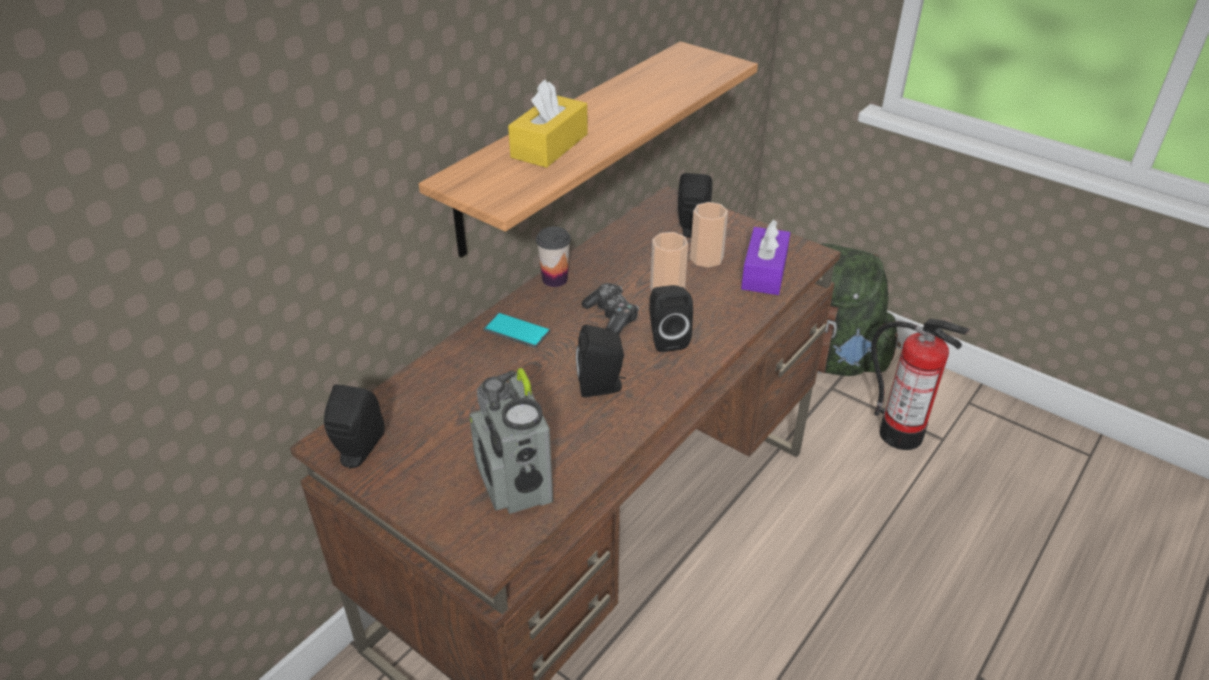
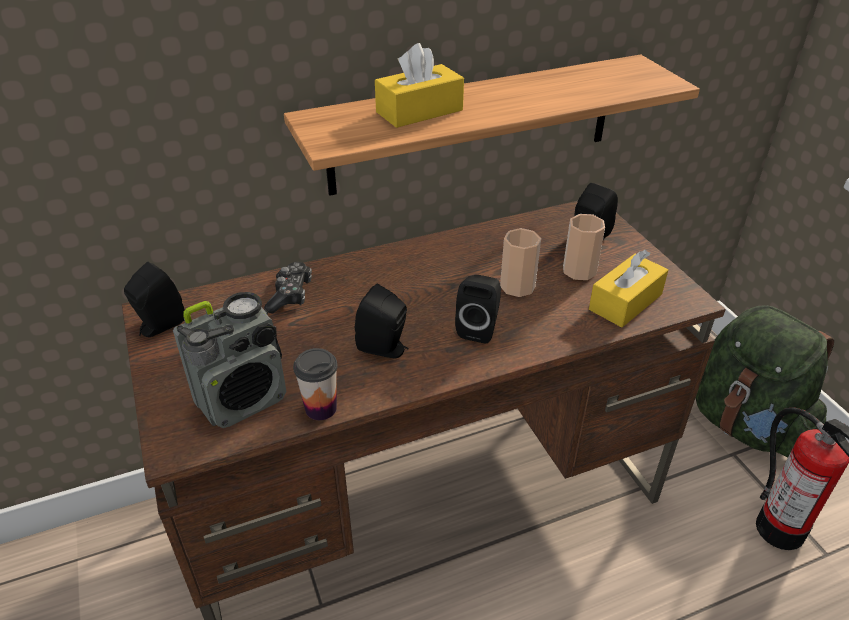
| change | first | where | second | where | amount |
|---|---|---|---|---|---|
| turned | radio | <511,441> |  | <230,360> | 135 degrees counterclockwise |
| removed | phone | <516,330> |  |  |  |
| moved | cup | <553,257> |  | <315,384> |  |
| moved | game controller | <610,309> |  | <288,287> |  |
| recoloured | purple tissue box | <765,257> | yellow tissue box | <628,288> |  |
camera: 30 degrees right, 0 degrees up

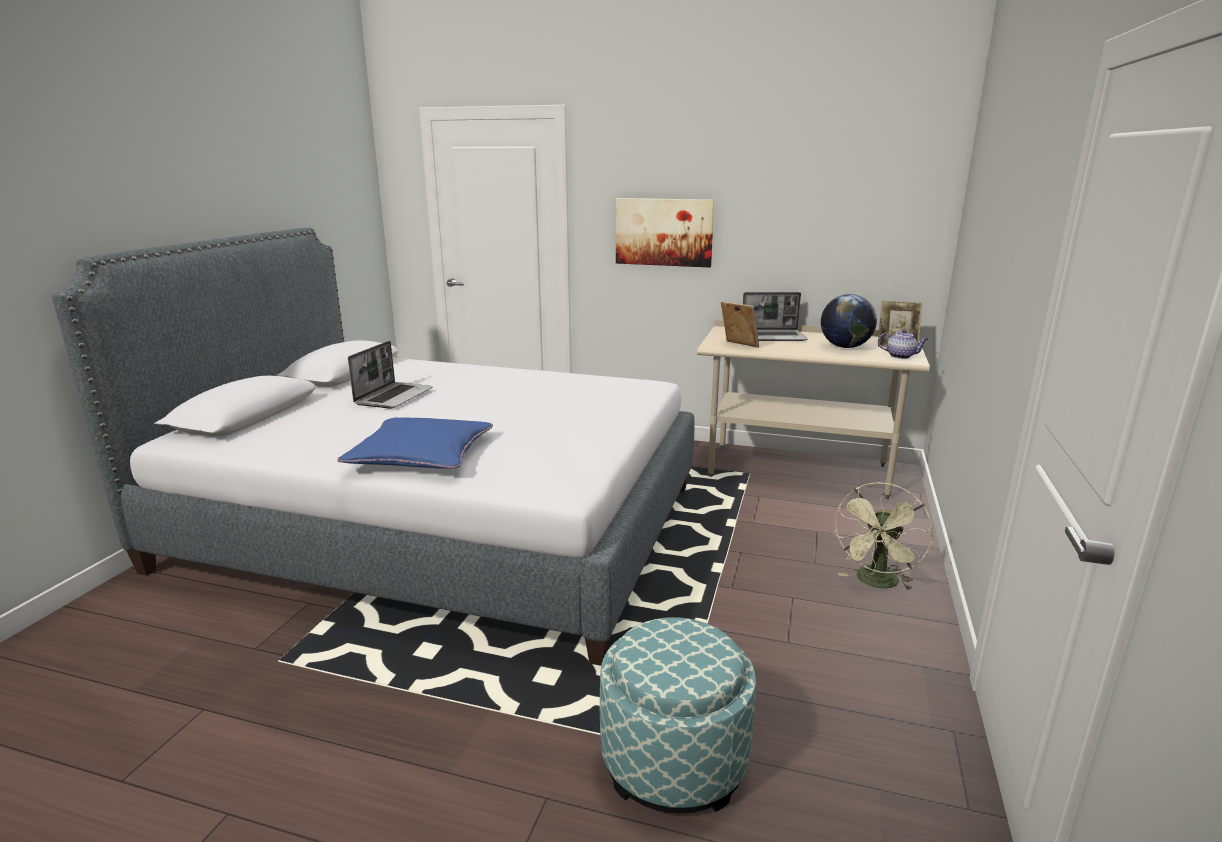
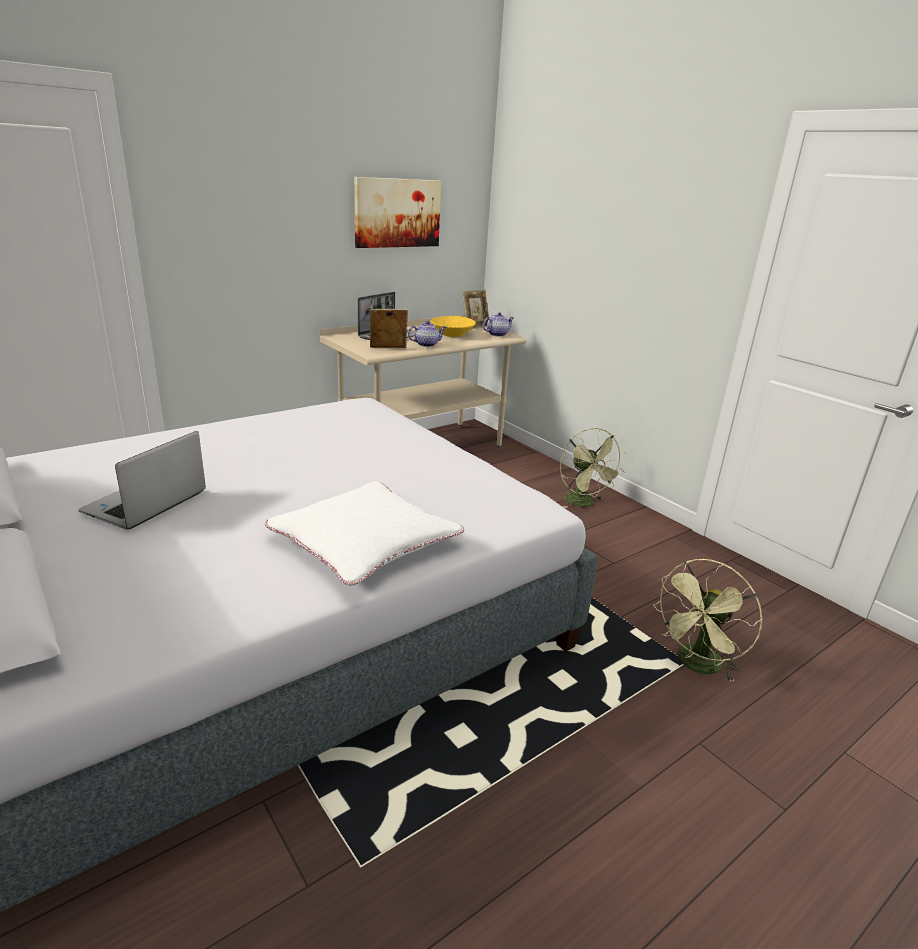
| change | first | where | second | where | amount |
|---|---|---|---|---|---|
| recoloured | blue pillow | <415,443> | white pillow | <364,534> |  |
| turned | laptop | <390,375> |  | <142,480> | 120 degrees counterclockwise |
| replaced | ottoman | <678,715> | green fan | <707,620> |  |
| moved | picture | <665,233> |  | <397,212> |  |
| replaced | globe | <849,321> | yellow bowl | <453,326> |  |
| added |  |  | teapot | <427,334> |  |
camera: 55 degrees left, 5 degrees up

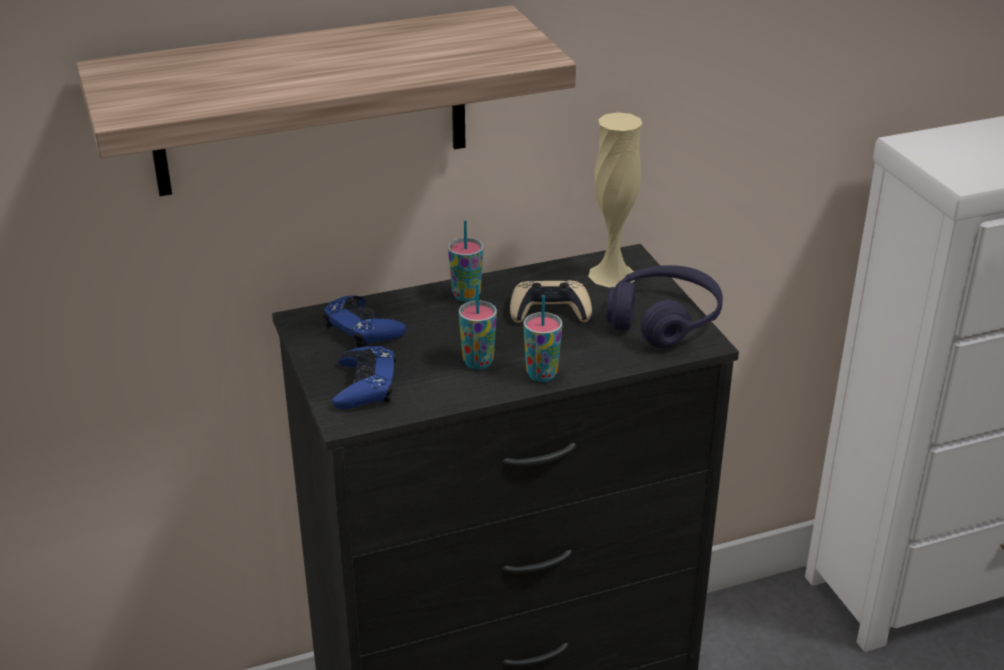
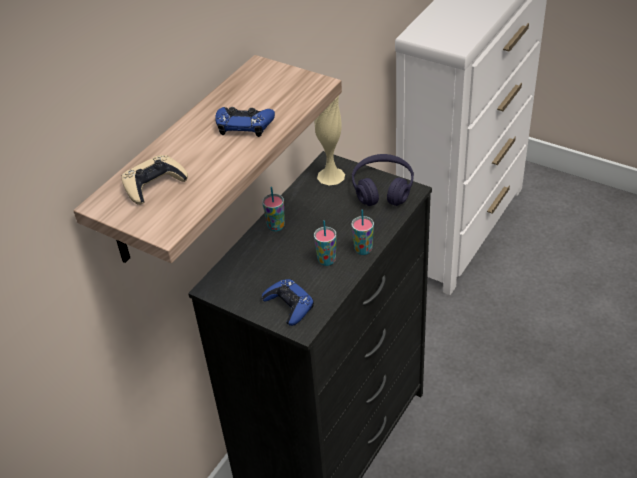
| change | first | where | second | where | amount |
|---|---|---|---|---|---|
| moved | blue game controller | <365,322> |  | <245,122> |  |
| moved | beige game controller | <551,301> |  | <154,180> |  |
camera: 35 degrees left, 10 degrees up

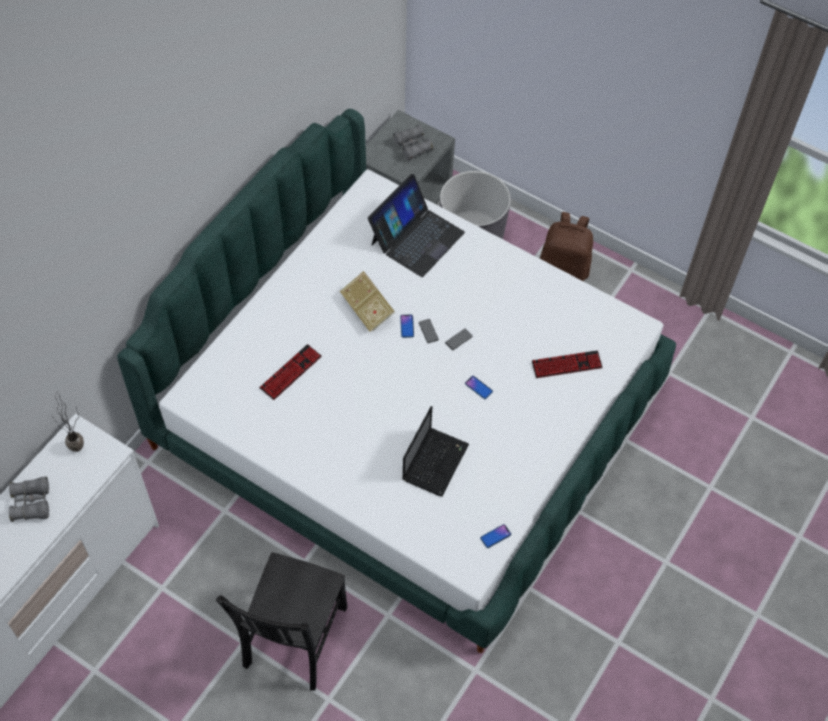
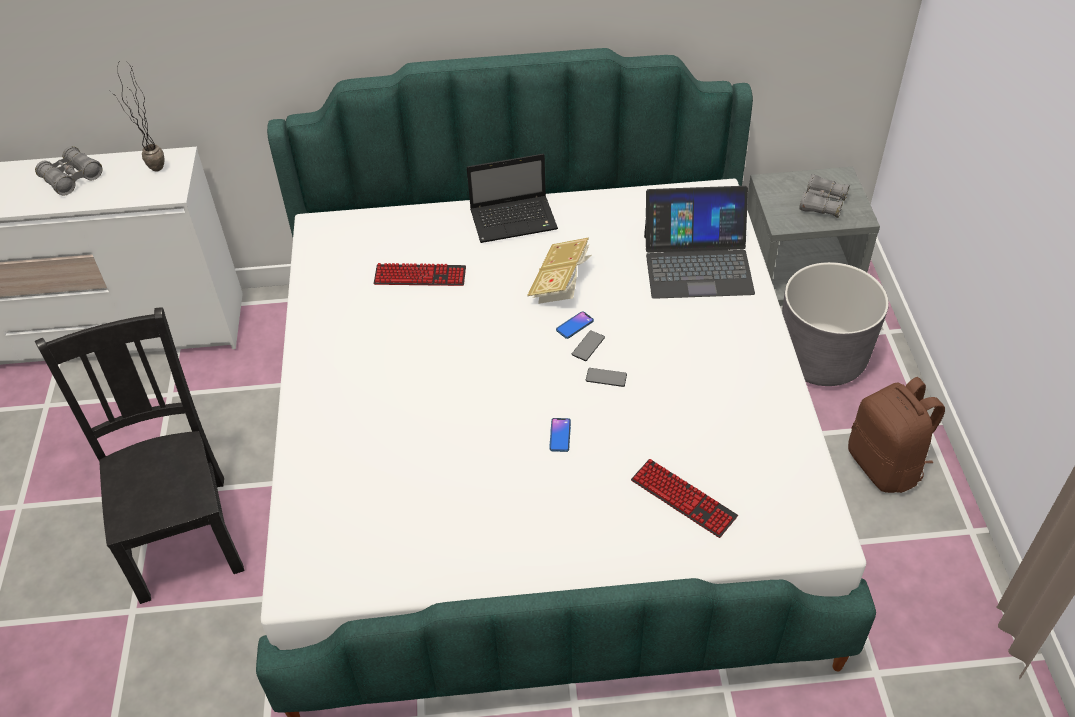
| change | first | where | second | where | amount |
|---|---|---|---|---|---|
| turned | black chair | <281,621> |  | <139,455> | 90 degrees clockwise |
| moved | laptop | <435,451> |  | <512,198> |  |
| removed | phone | <495,536> |  |  |  |
camera: 55 degrees right, 10 degrees down

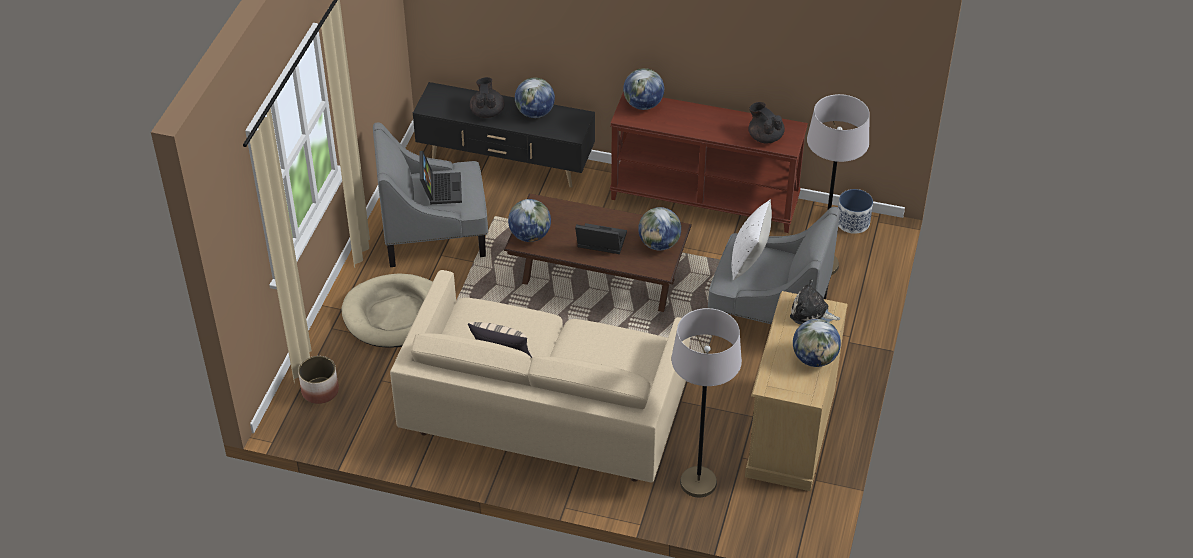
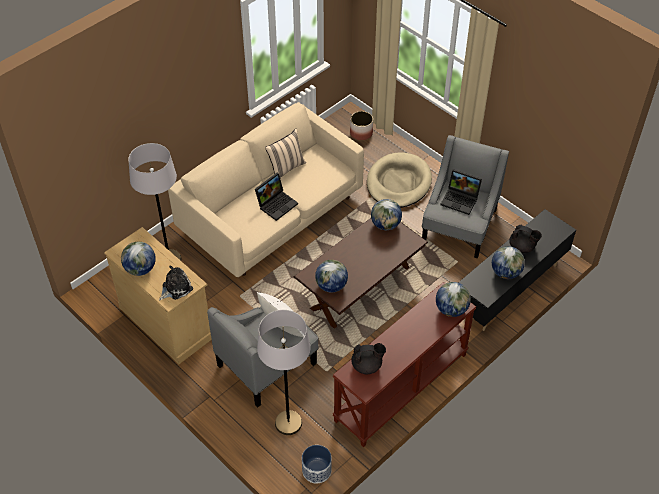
| change | first | where | second | where | amount |
|---|---|---|---|---|---|
| moved | laptop | <601,238> |  | <276,197> |  |
camera: 120 degrees right, 5 degrees up

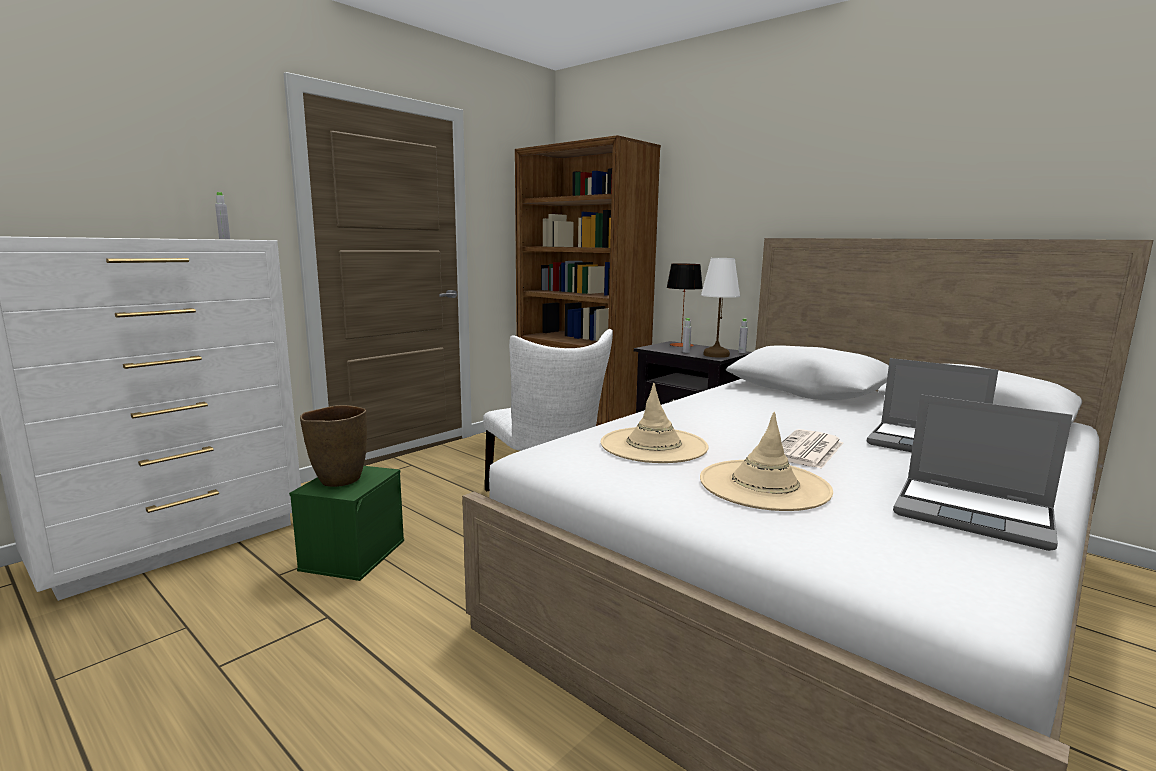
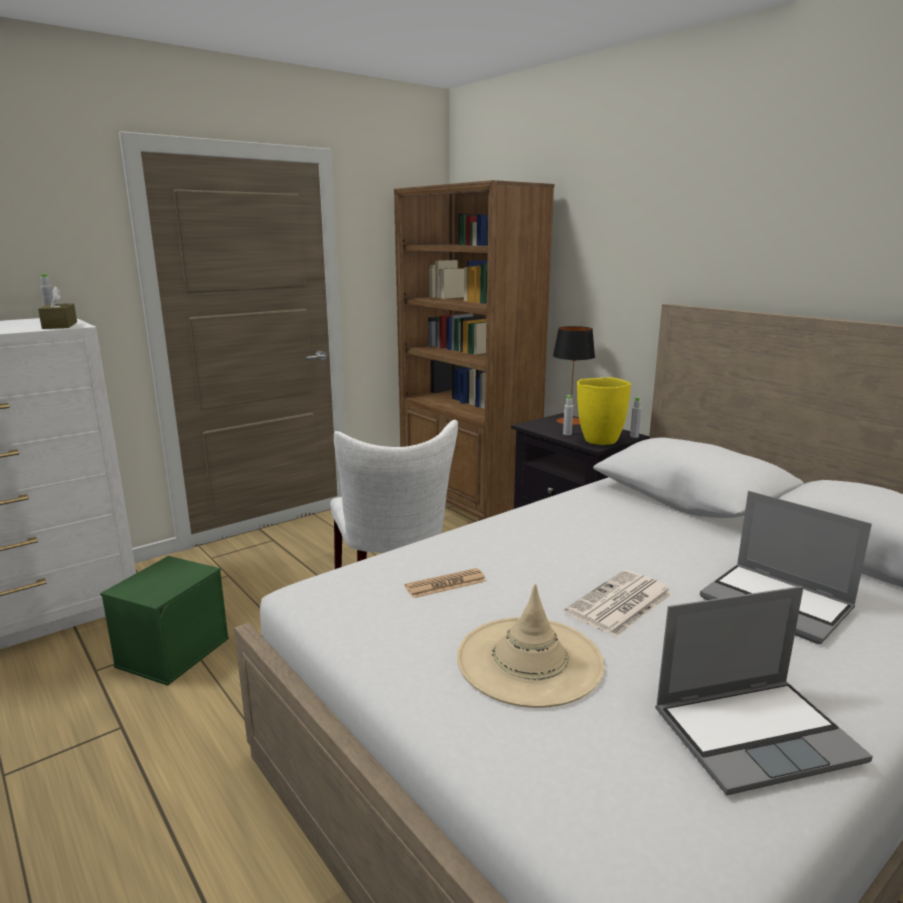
| change | first | where | second | where | amount |
|---|---|---|---|---|---|
| removed | brown vase | <333,446> |  |  |  |
| replaced | beige hat | <655,423> | newspaper | <445,583> |  |
| replaced | white table lamp | <720,308> | yellow vase | <604,411> |  |
| turned | laptop | <983,472> |  | <764,691> | 60 degrees counterclockwise |
| added |  |  | brown tissue box | <57,307> |  |
camera: 10 degrees right, 5 degrees up

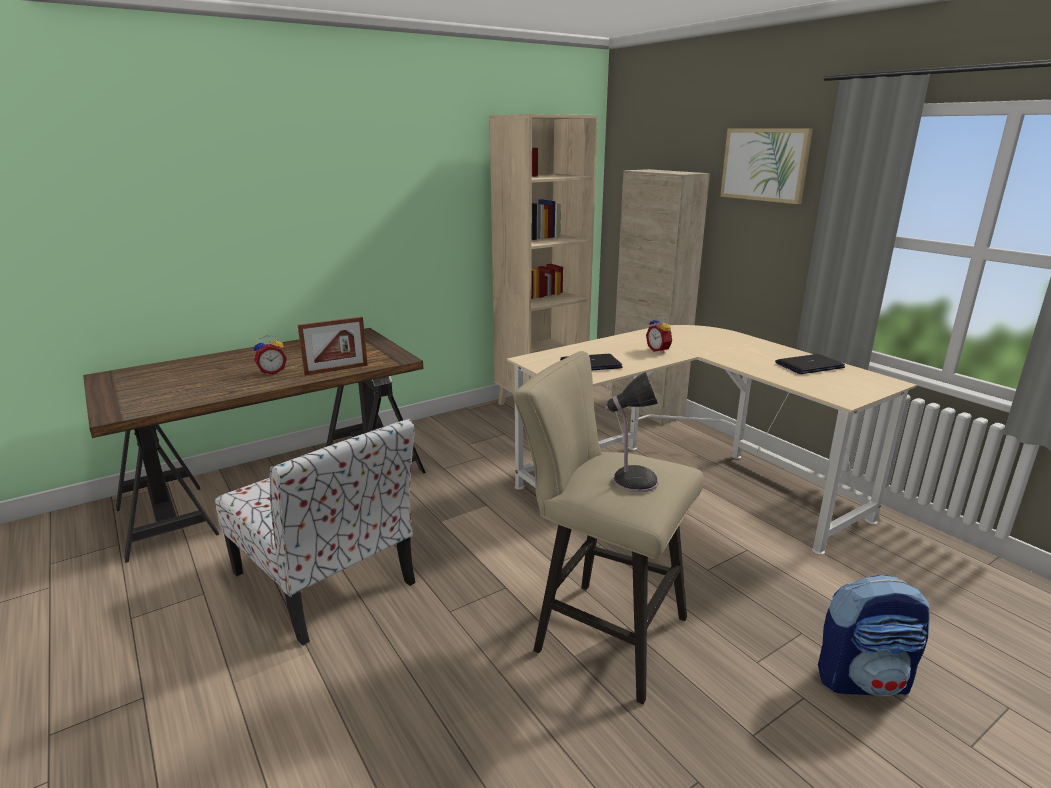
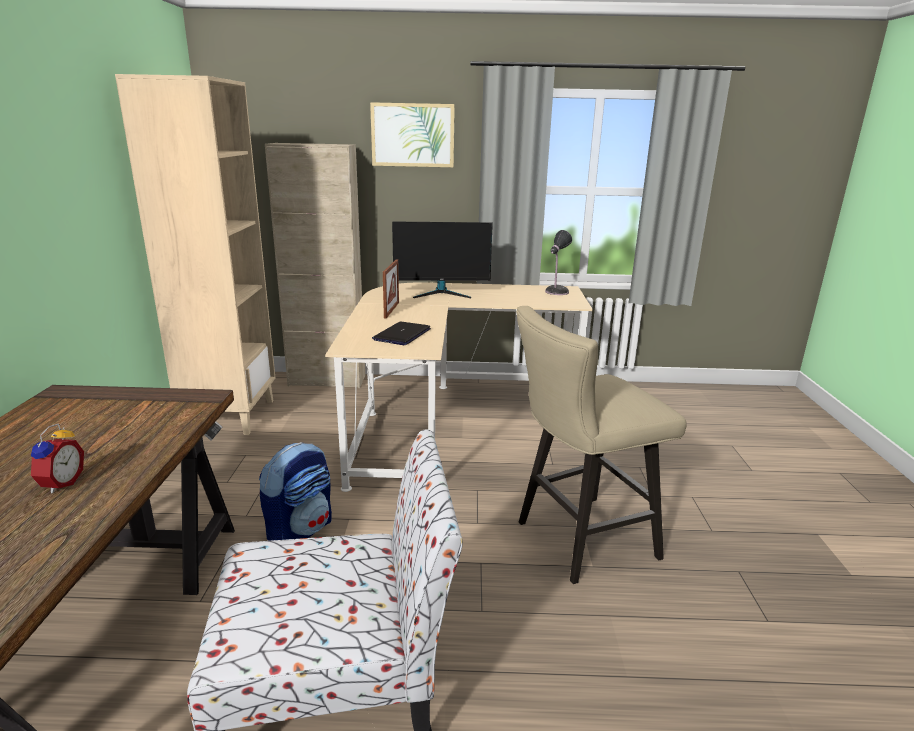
| change | first | where | second | where | amount |
|---|---|---|---|---|---|
| moved | picture frame | <333,346> |  | <391,289> |  |
| moved | table lamp | <631,432> |  | <558,262> |  |
| removed | alarm clock | <659,334> |  |  |  |
| removed | laptop | <810,364> |  |  |  |
| moved | backpack | <874,636> |  | <295,491> |  |
| added |  |  | monitor | <442,259> |  |
camera: 55 degrees left, 0 degrees up

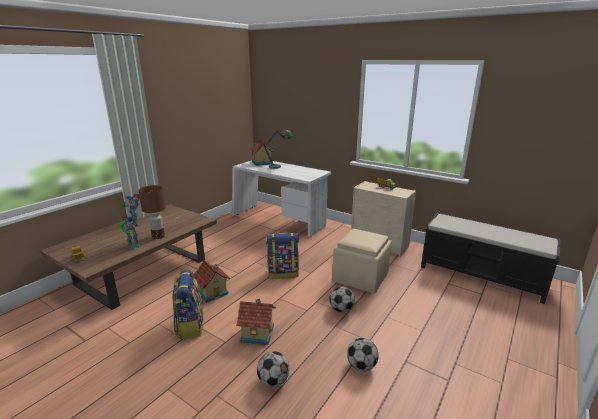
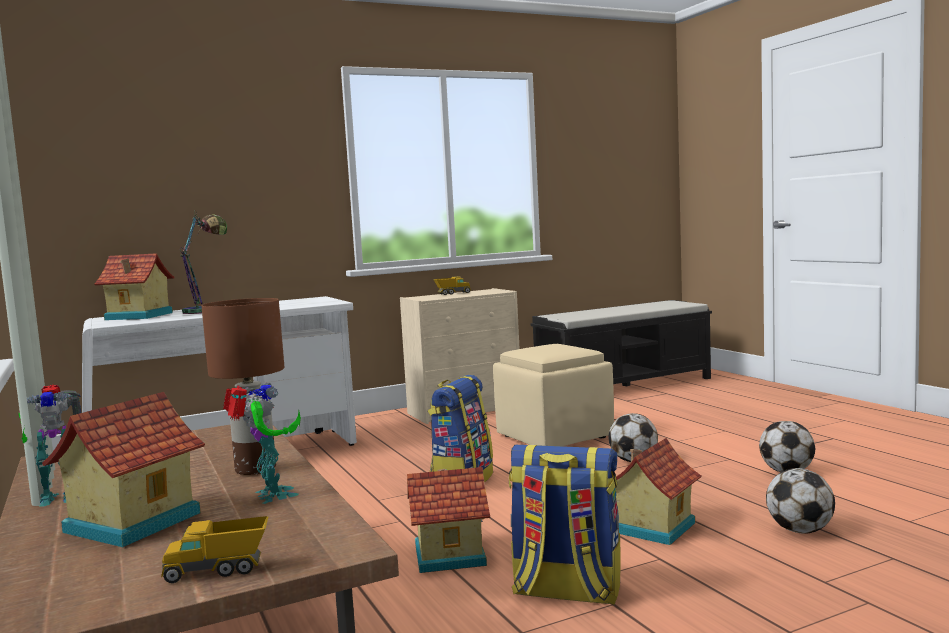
| change | first | where | second | where | amount |
|---|---|---|---|---|---|
| added |  |  | toy house | <123,469> |  |
camera: 60 degrees left, 15 degrees down

